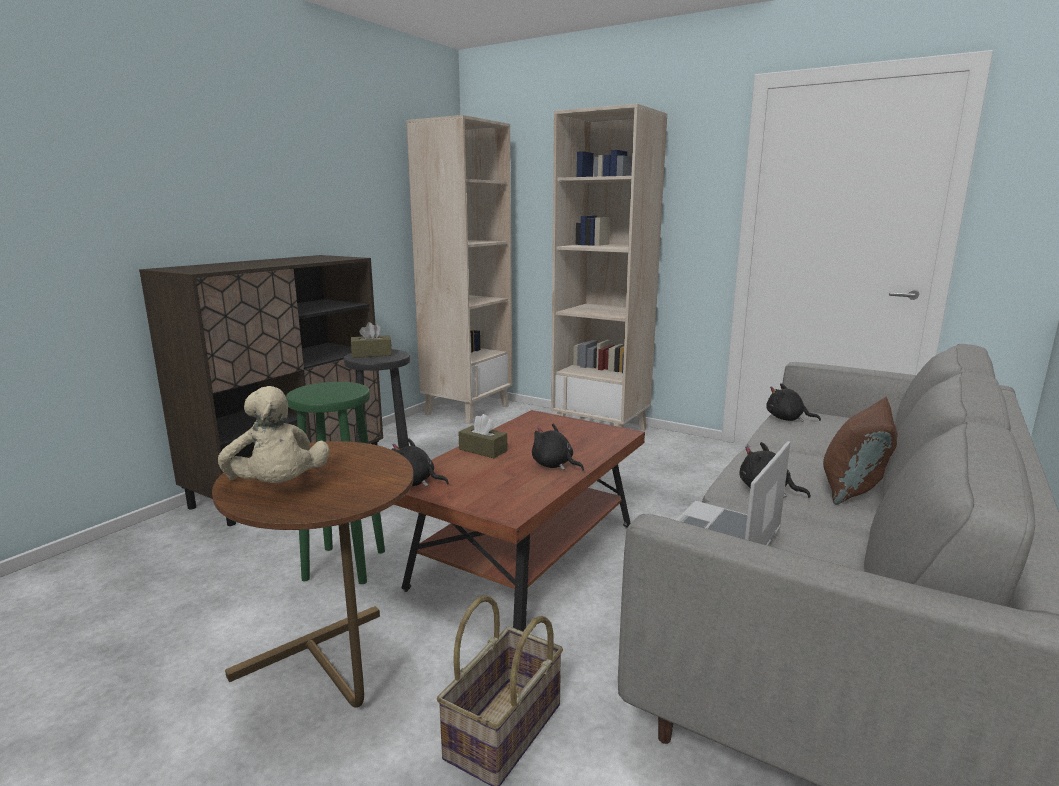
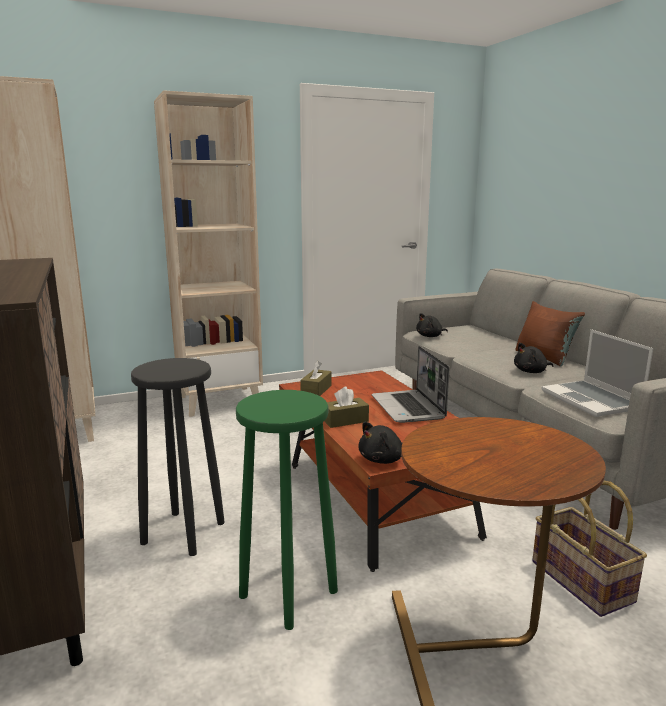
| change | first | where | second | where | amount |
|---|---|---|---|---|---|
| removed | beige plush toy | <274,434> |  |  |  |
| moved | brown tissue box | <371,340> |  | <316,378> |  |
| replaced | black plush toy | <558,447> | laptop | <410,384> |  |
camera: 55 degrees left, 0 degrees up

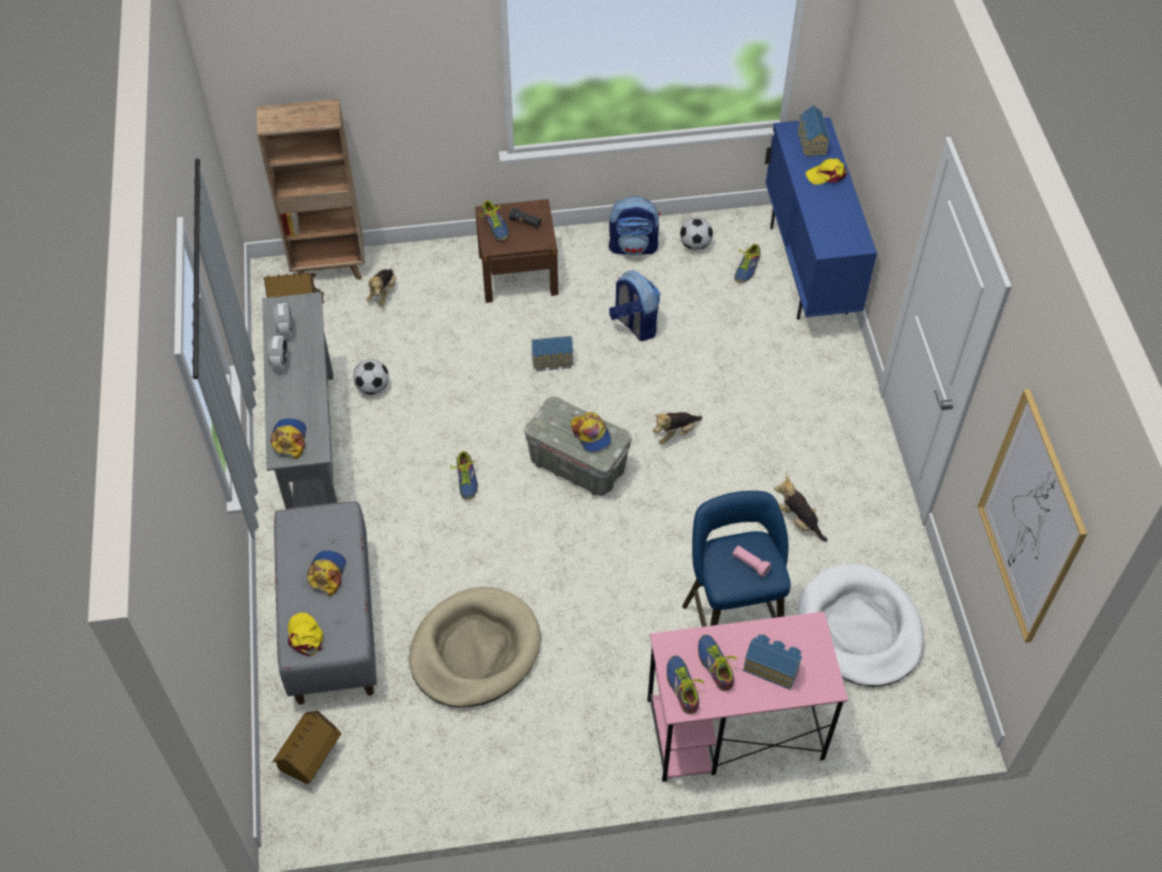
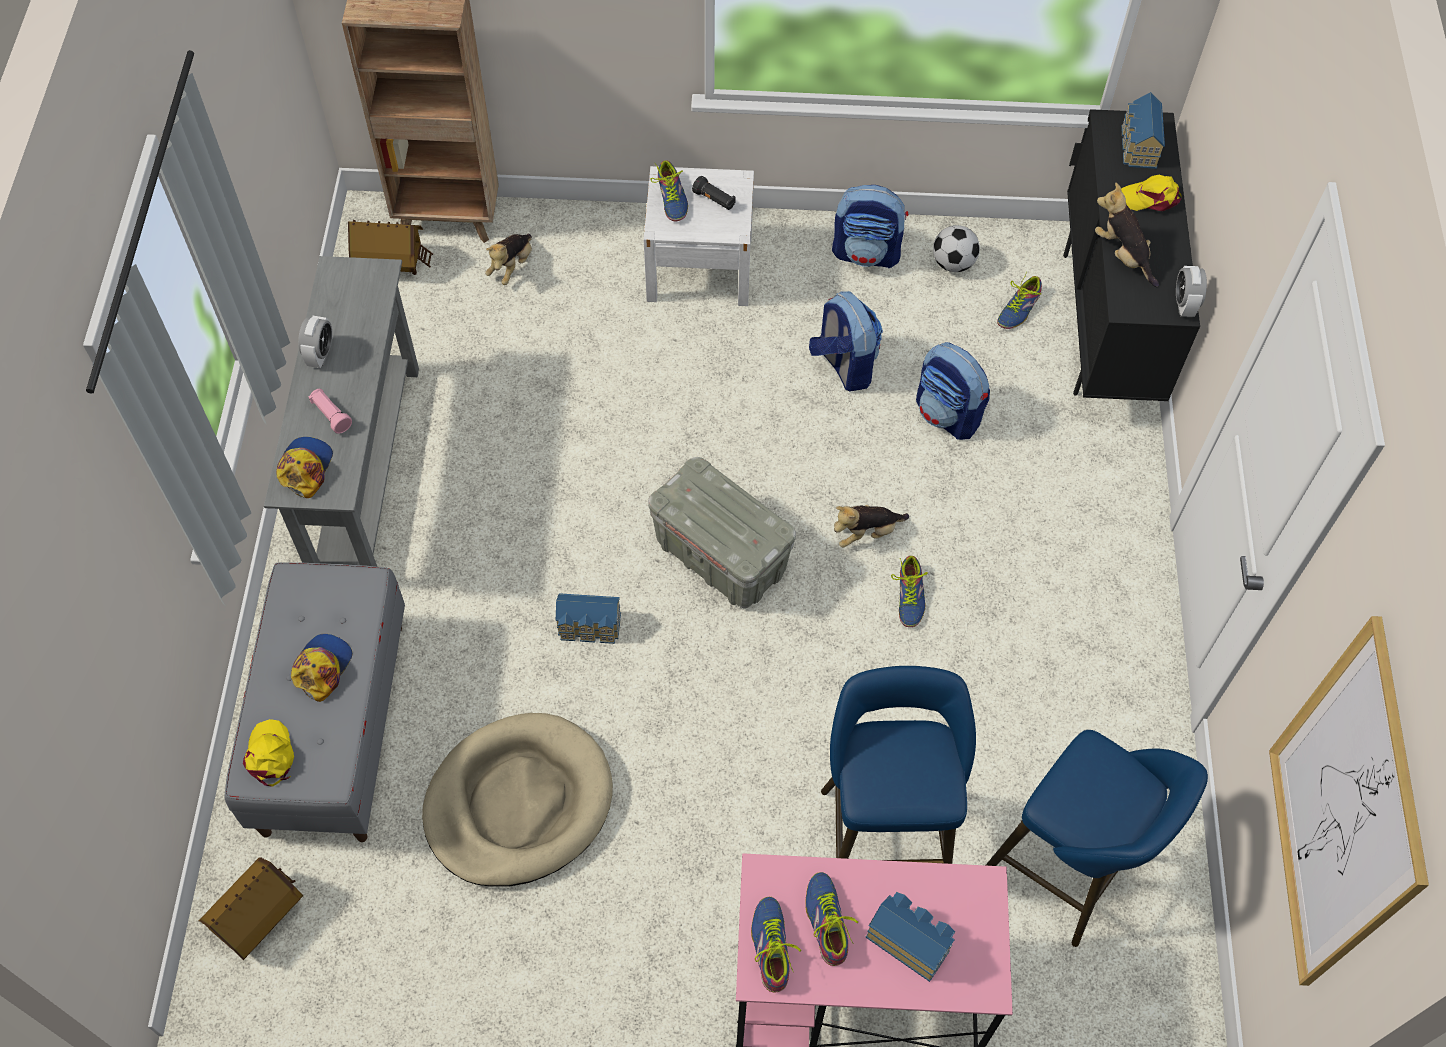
| change | first | where | second | where | amount |
|---|---|---|---|---|---|
| moved | alarm clock | <283,321> |  | <1191,291> |  |
| removed | football | <371,377> |  |  |  |
| moved | shoe | <464,475> |  | <909,591> |  |
| recoloured | brown nightstand | <516,251> | white nightstand | <698,236> |  |
| moved | toy house | <552,353> |  | <588,618> |  |
| removed | cap | <591,432> |  |  |  |
| moved | pink flashlight | <751,561> |  | <330,411> |  |
| recoloured | blue cabinet | <821,219> | black cabinet | <1131,255> |  |
| moved | plush toy | <801,509> |  | <1127,235> |  |
| replaced | white dog bed | <861,625> | blue stool | <1096,838> |  |
| added |  |  | backpack | <953,391> |  |
camera: 10 degrees right, 5 degrees up

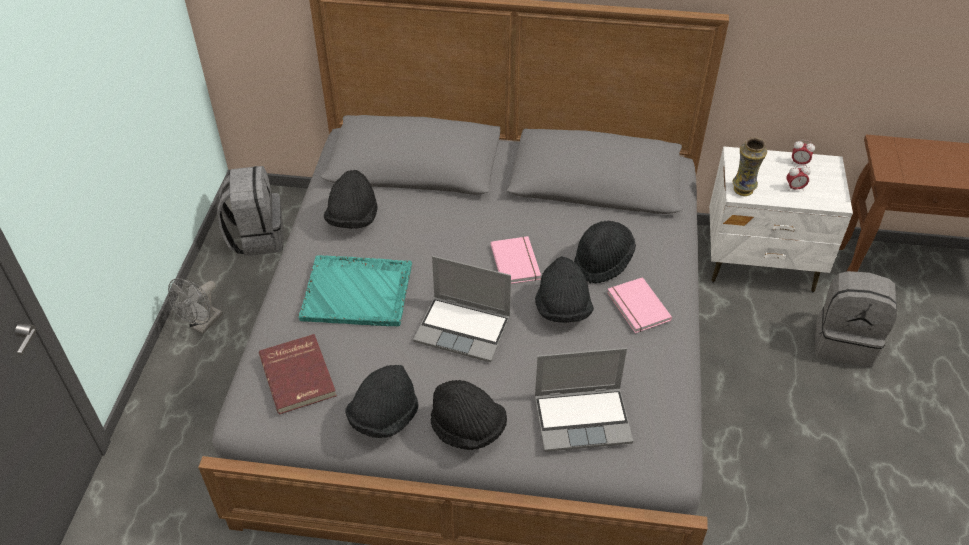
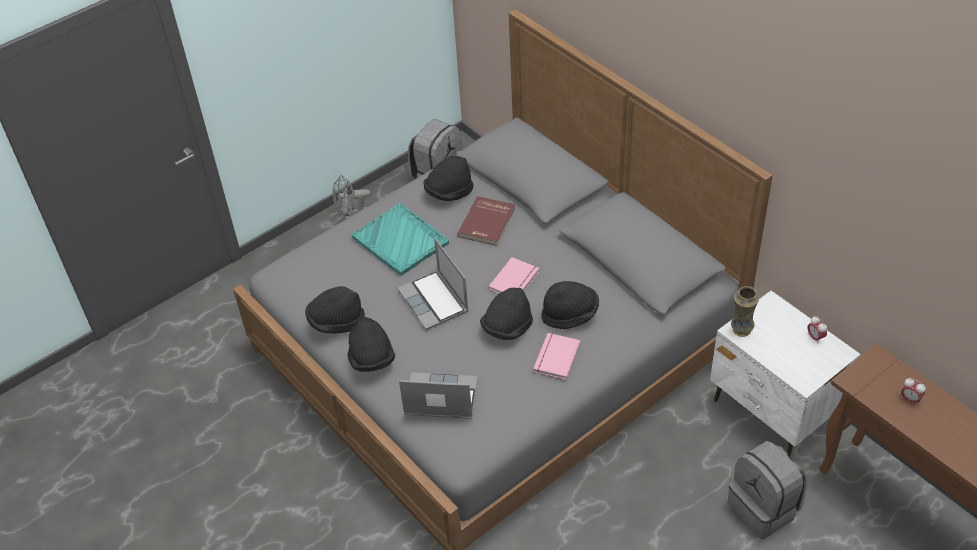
| change | first | where | second | where | amount |
|---|---|---|---|---|---|
| moved | red book | <298,374> |  | <486,221> |  |
| turned | laptop | <584,400> |  | <438,395> | 150 degrees clockwise |
| moved | alarm clock | <798,178> |  | <913,391> |  |
camera: 45 degrees right, 0 degrees up

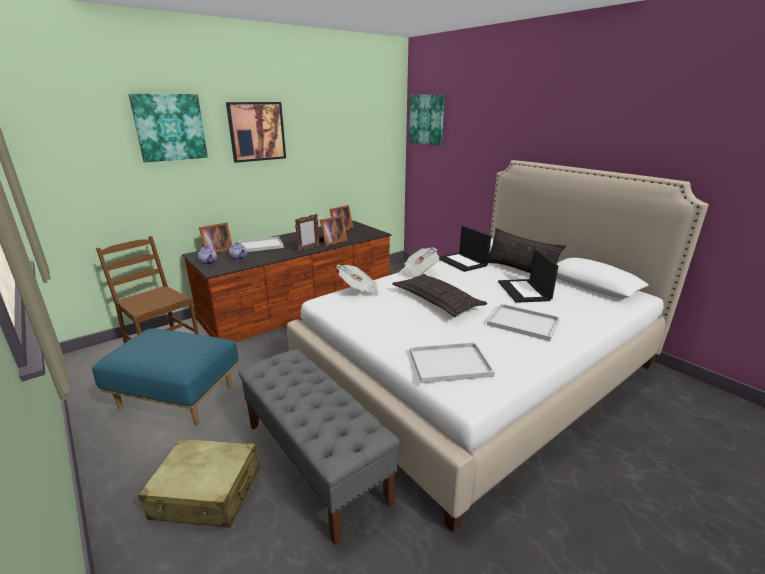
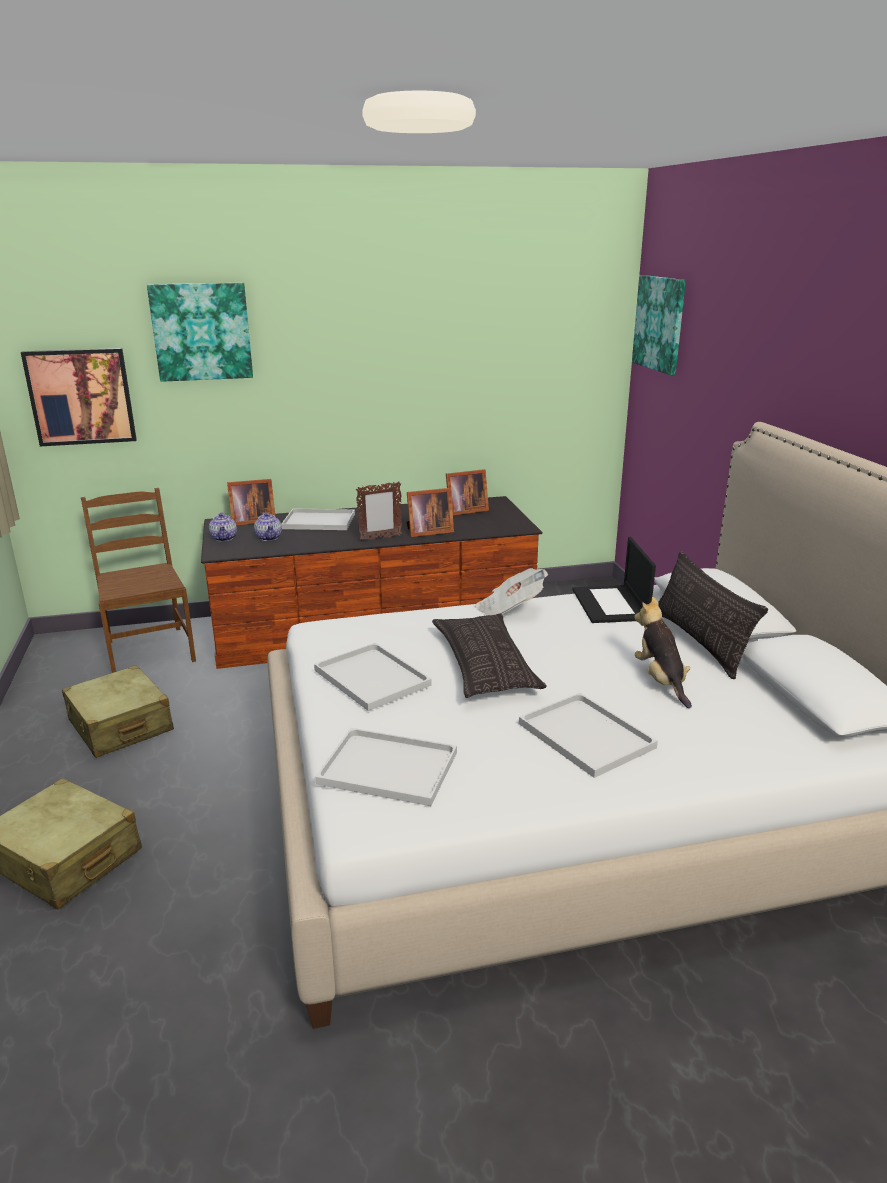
| change | first | where | second | where | amount |
|---|---|---|---|---|---|
| replaced | blue ottoman | <165,377> | beige suitcase | <118,711> |  |
| moved | picture | <256,132> |  | <79,397> |  |
| removed | grey bench | <319,447> |  |  |  |
| removed | newspaper | <357,280> |  |  |  |
| replaced | laptop | <528,276> | plush toy | <663,652> |  |
| added |  |  | white tray | <373,677> |  |
camera: 25 degrees right, 0 degrees up

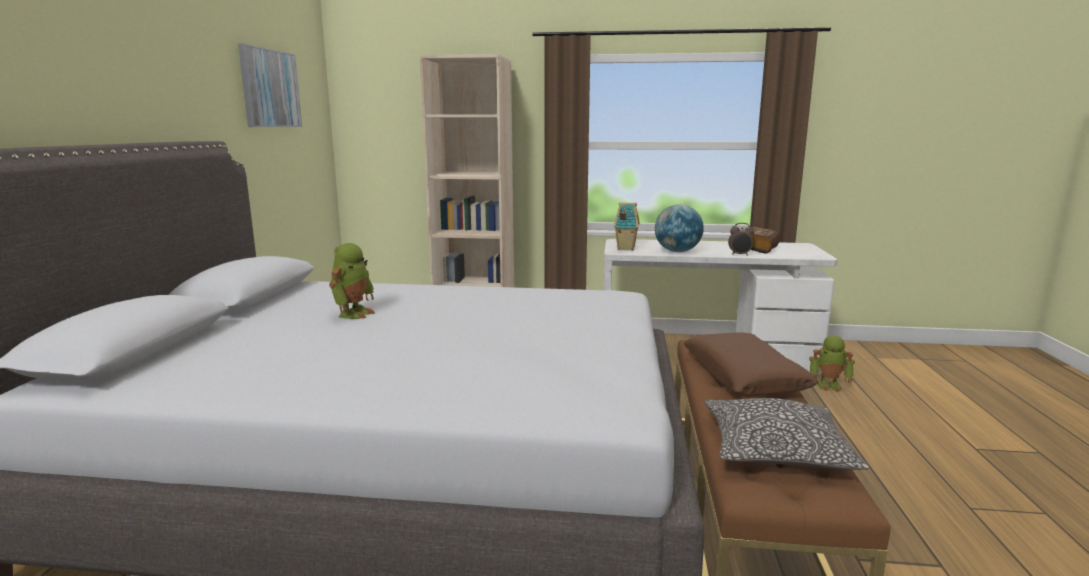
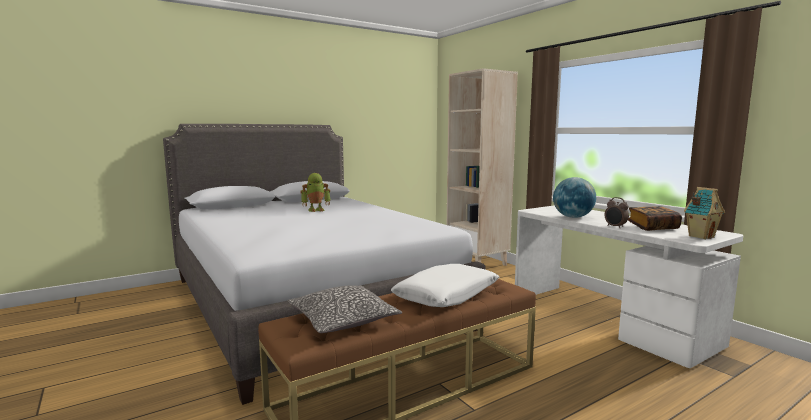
| change | first | where | second | where | amount |
|---|---|---|---|---|---|
| removed | picture | <270,85> |  |  |  |
| moved | toy house | <627,226> |  | <704,213> |  |
| recoloured | brown pillow | <751,364> | white pillow | <445,285> |  |
| removed | toy robot | <832,364> |  |  |  |
camera: 50 degrees right, 5 degrees down

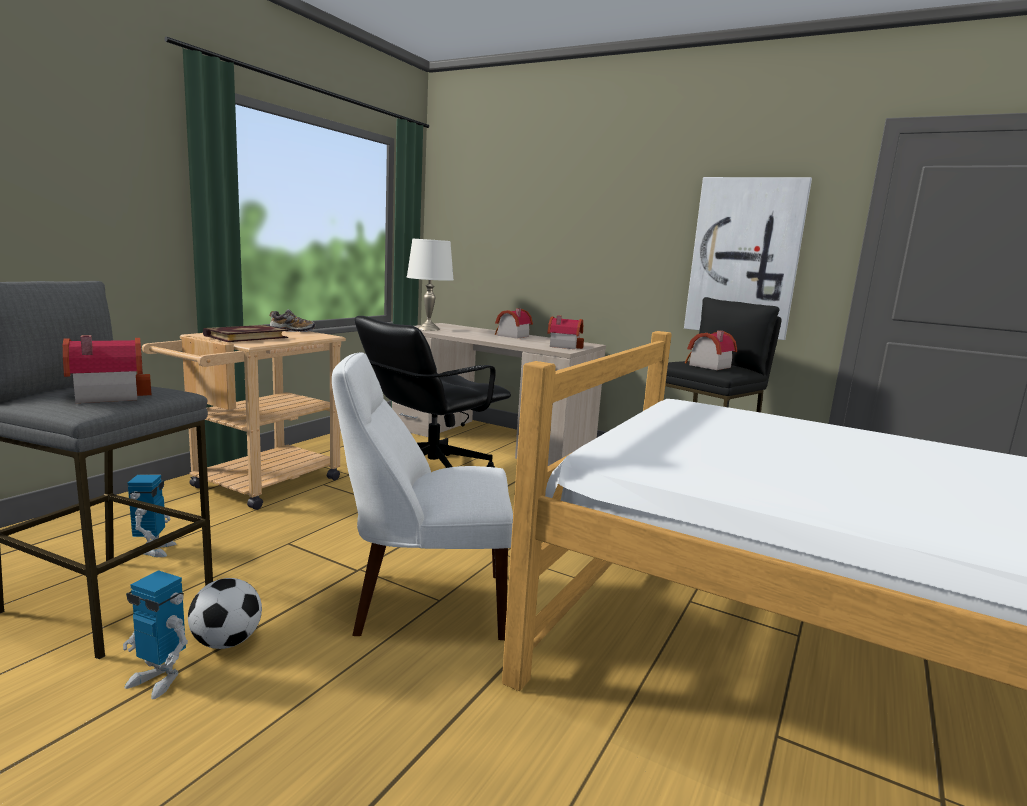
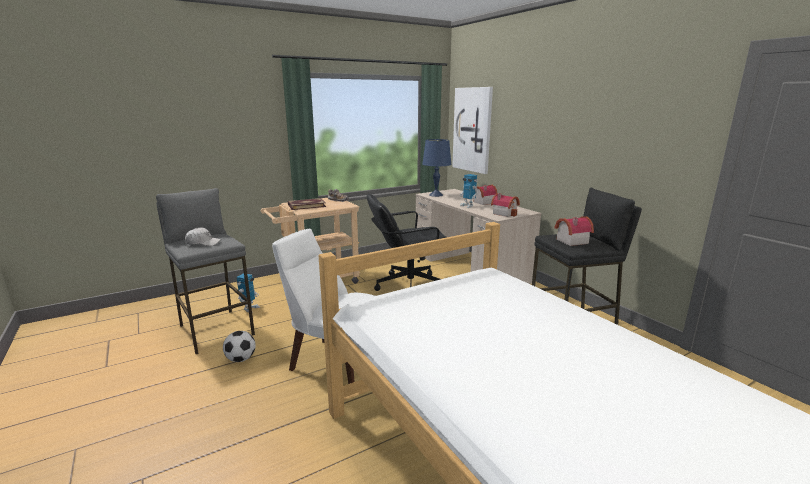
| change | first | where | second | where | amount |
|---|---|---|---|---|---|
| replaced | toy house | <107,369> | white cap | <203,236> |  |
| moved | toy robot | <155,634> |  | <469,191> |  |
| recoloured | white table lamp | <430,285> | blue table lamp | <437,168> |  |
| moved | picture | <748,258> |  | <472,130> |  |
camera: 30 degrees right, 5 degrees up

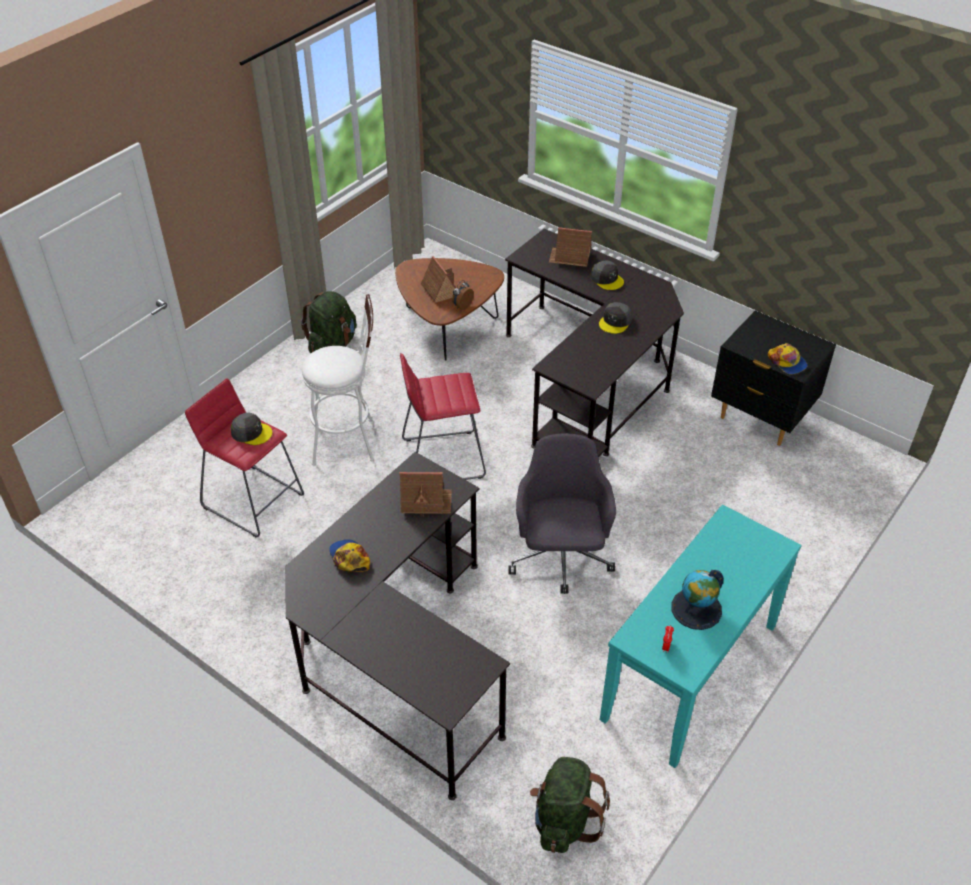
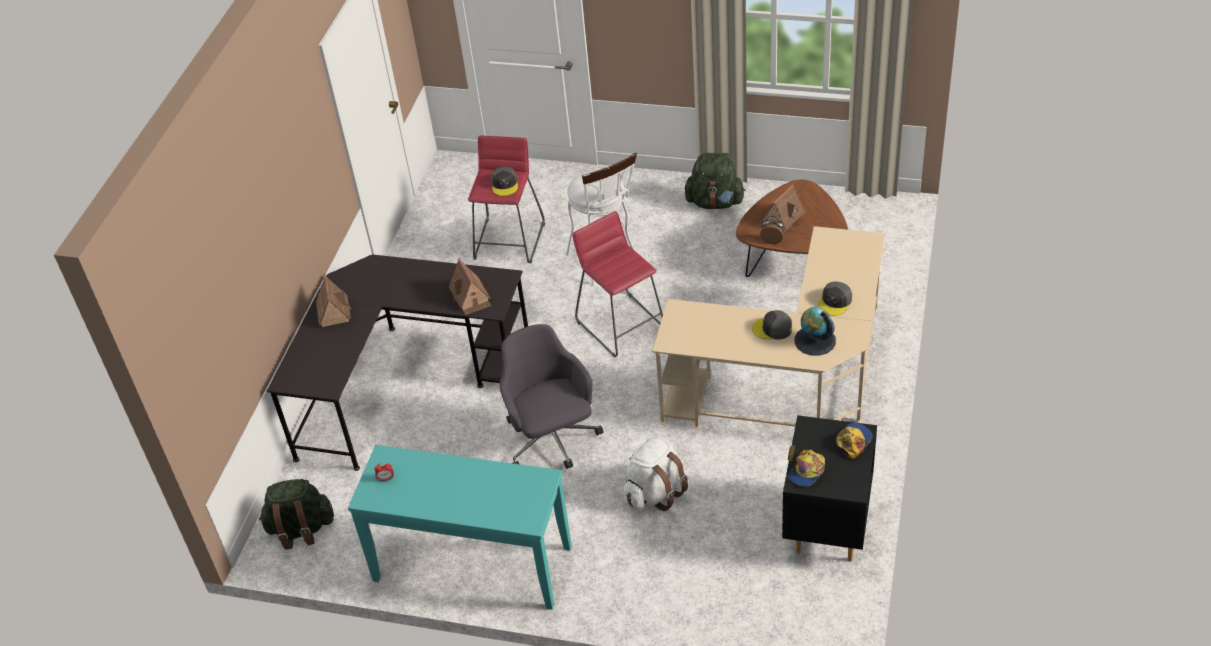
| change | first | where | second | where | amount |
|---|---|---|---|---|---|
| moved | cap | <349,555> |  | <854,441> |  |
| recoloured | black desk | <594,343> | beige desk | <769,327> |  |
| turned | grey office chair | <562,513> |  | <551,396> | 90 degrees counterclockwise |
| moved | toy house | <570,247> |  | <333,301> |  |
| moved | globe | <697,600> |  | <815,331> |  |
| added |  |  | white backpack | <656,473> |  |
camera: 70 degrees right, 0 degrees up

